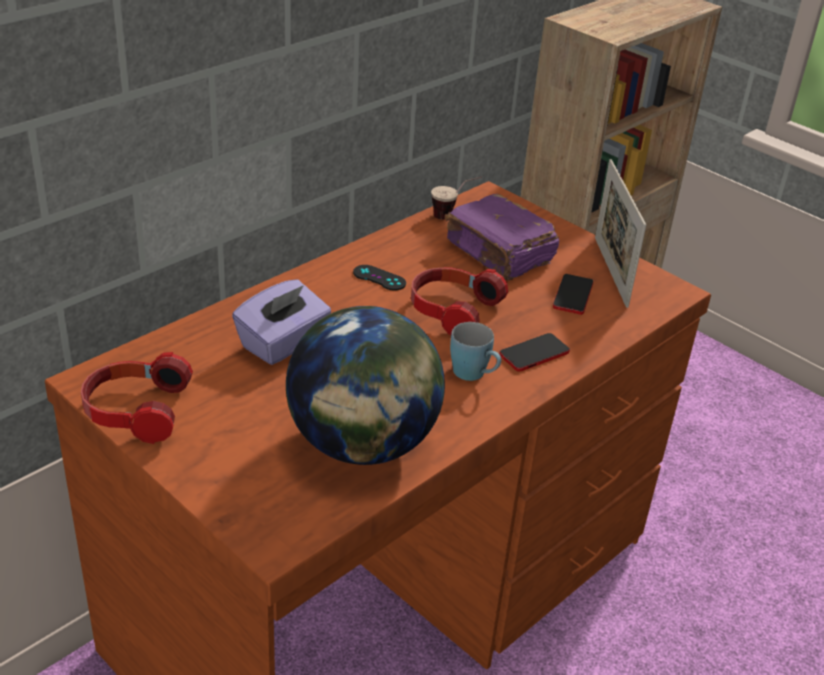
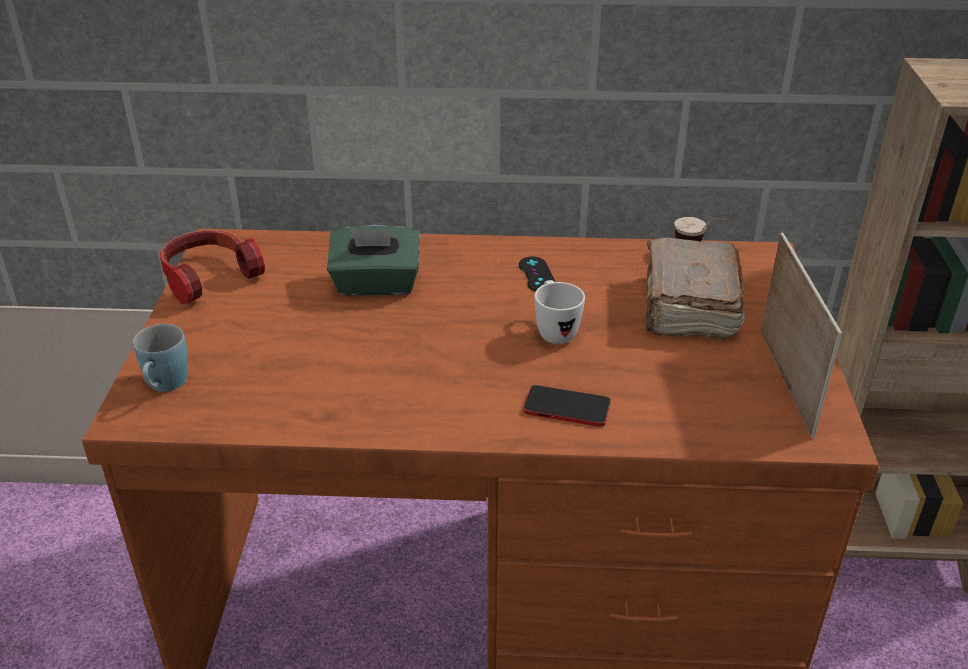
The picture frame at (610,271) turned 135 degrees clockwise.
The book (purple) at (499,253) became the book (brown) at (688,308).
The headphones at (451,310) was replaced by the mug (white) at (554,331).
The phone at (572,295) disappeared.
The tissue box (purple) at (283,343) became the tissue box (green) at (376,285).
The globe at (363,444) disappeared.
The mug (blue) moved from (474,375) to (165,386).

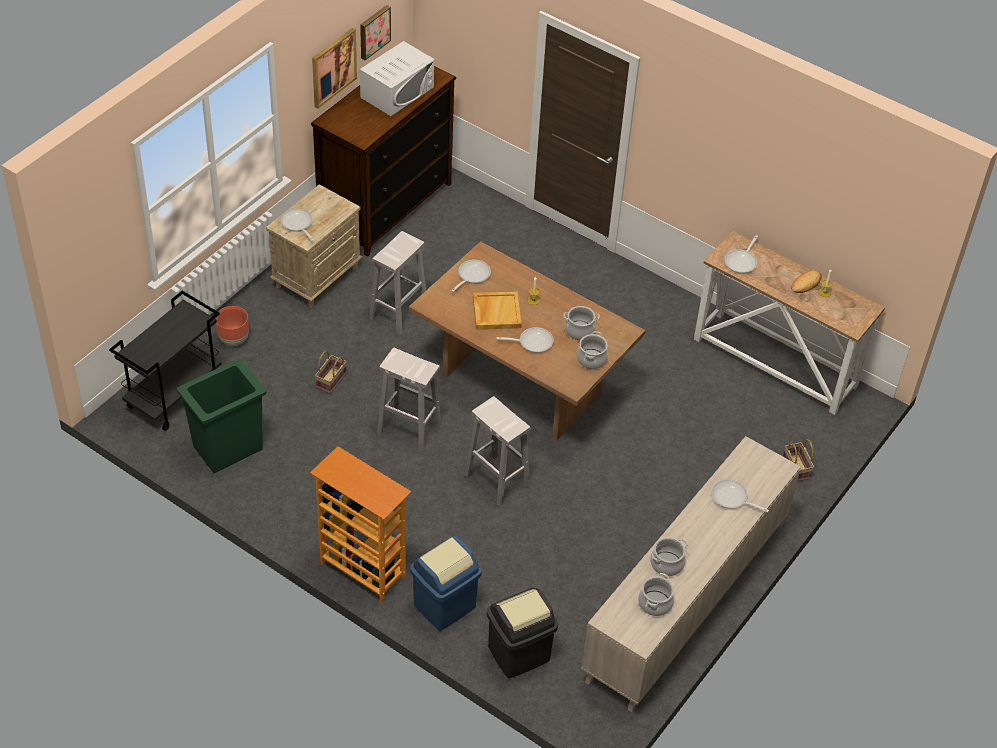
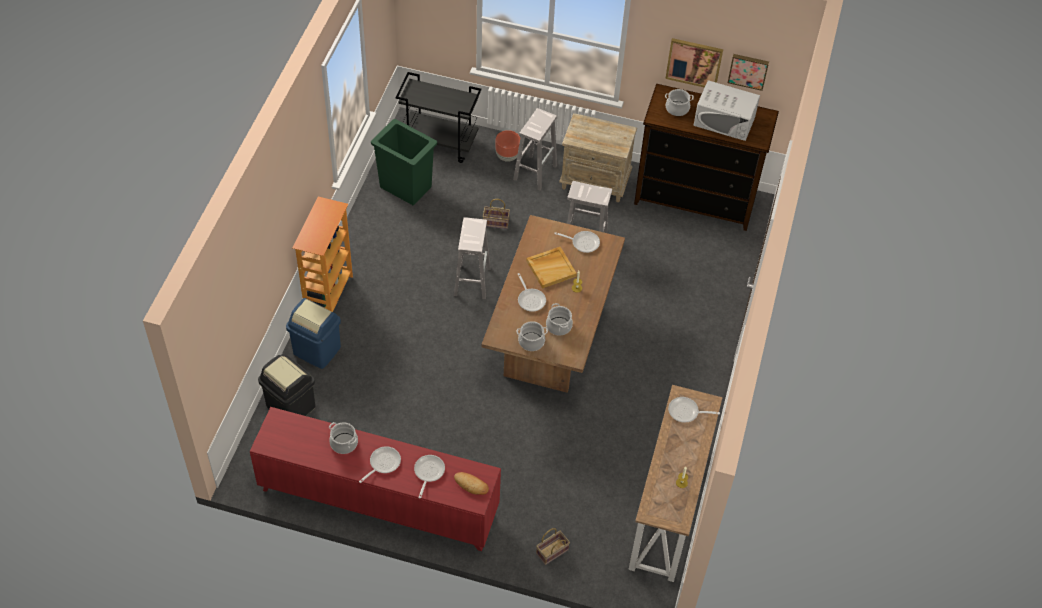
The frying pan moved from (297,224) to (382,463).
The bread moved from (805,284) to (471,485).
The stool (white) moved from (496,480) to (535,172).
The cabinet (beige) at (686,601) became the cabinet (red) at (379,502).
The cooking pot moved from (655,603) to (677,109).

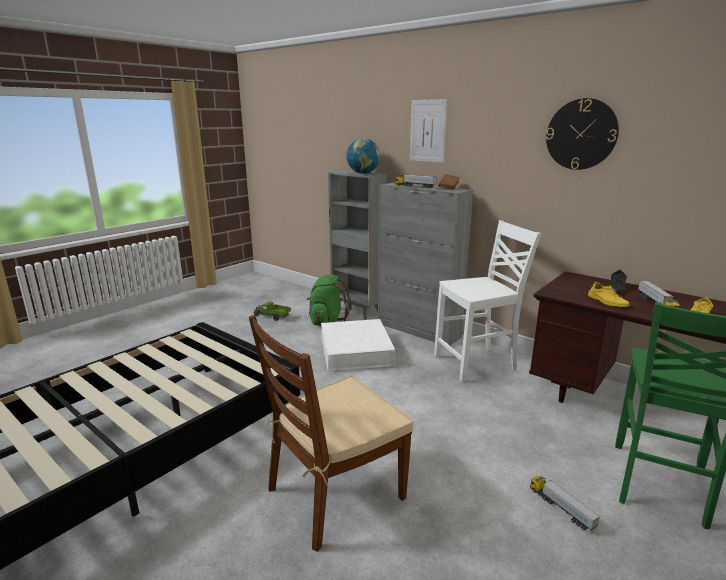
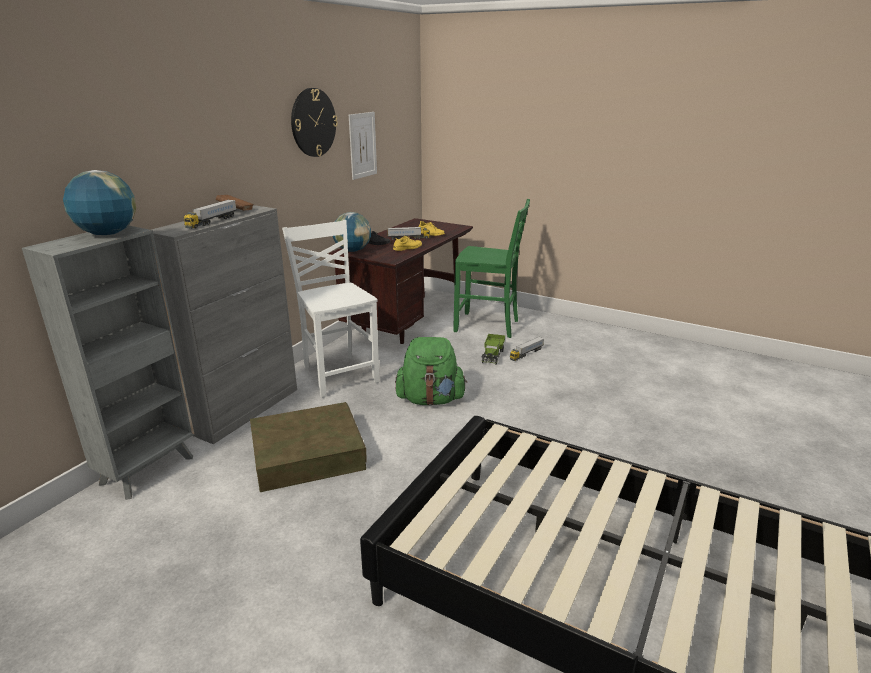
The picture moved from (427,131) to (362,145).
The backpack (green) moved from (327,322) to (430,399).
The toy truck moved from (272,316) to (493,355).
The chair (brown) at (334,494) disappeared.
The storage box (white) at (356,351) became the storage box (brown) at (307,454).
The globe at (352,250) appeared.

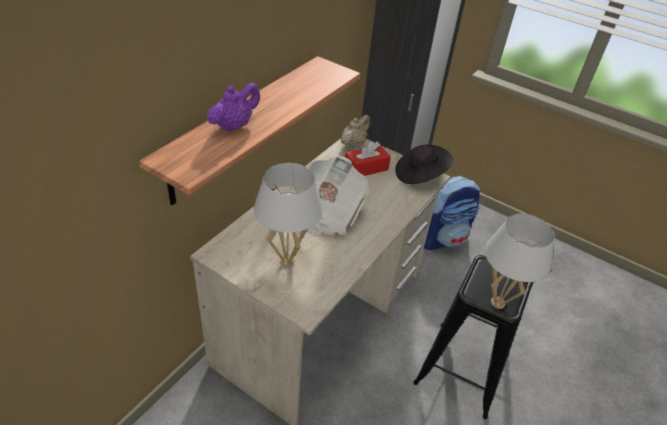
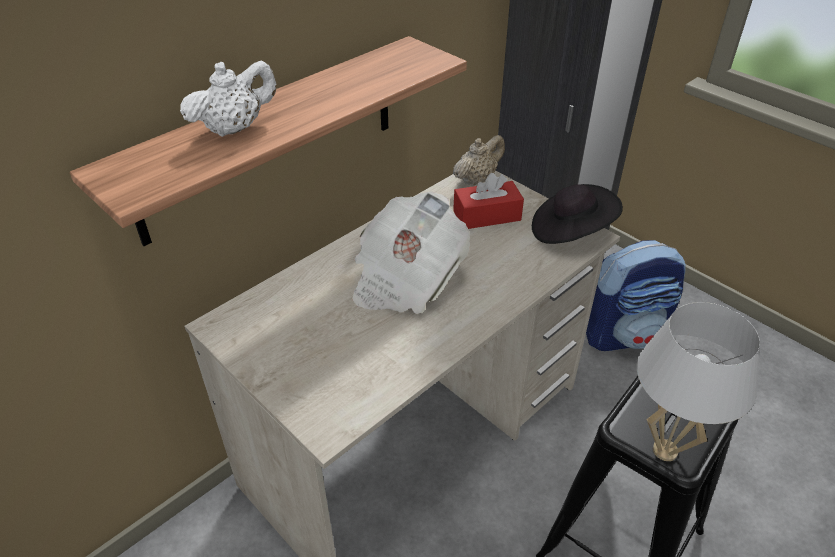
The teapot (purple) at (234,125) became the teapot (white) at (235,128).
The table lamp (white) at (287,260) disappeared.

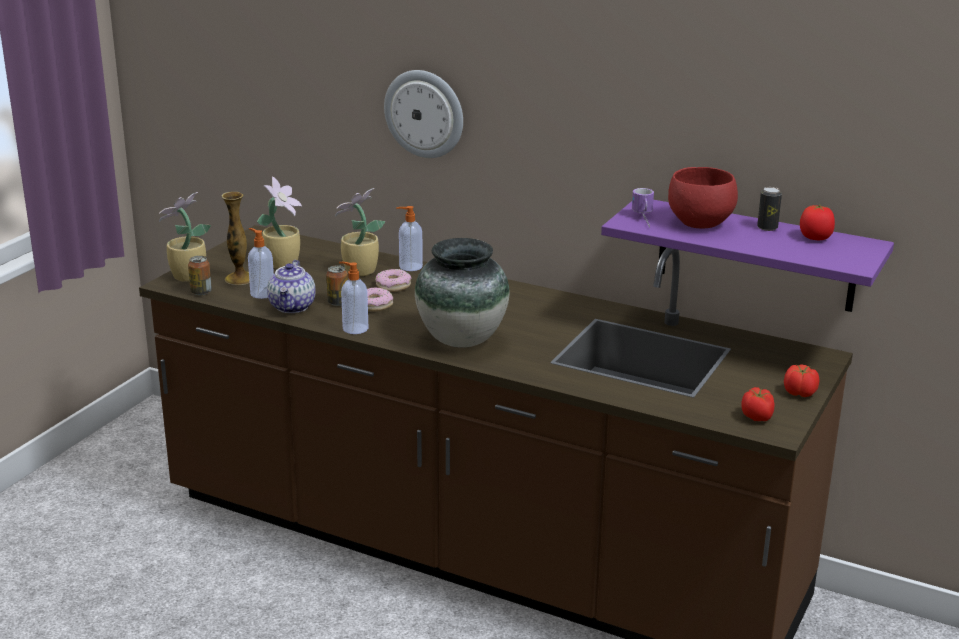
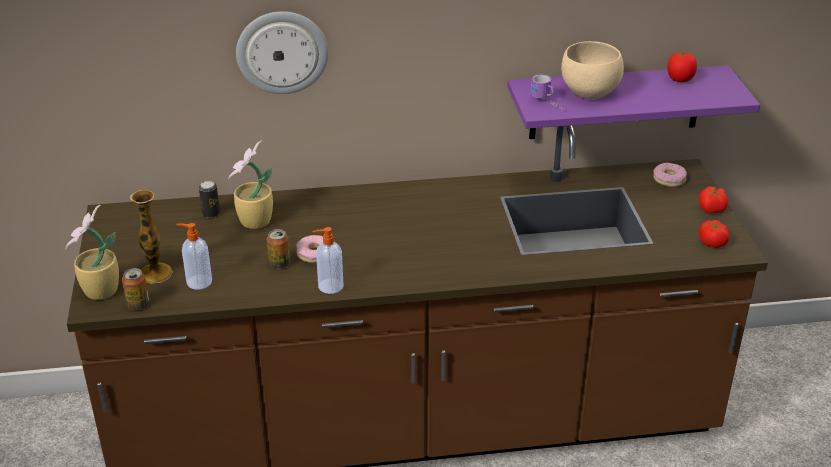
The bowl (red) at (698,224) became the bowl (beige) at (589,93).
The potted plant at (284,263) disappeared.
The can moved from (767,227) to (211,213).
The soap dispenser at (409,267) disappeared.
The vase at (462,339) disappeared.
The teapot at (293,307) disappeared.
The donut moved from (393,286) to (669,179).

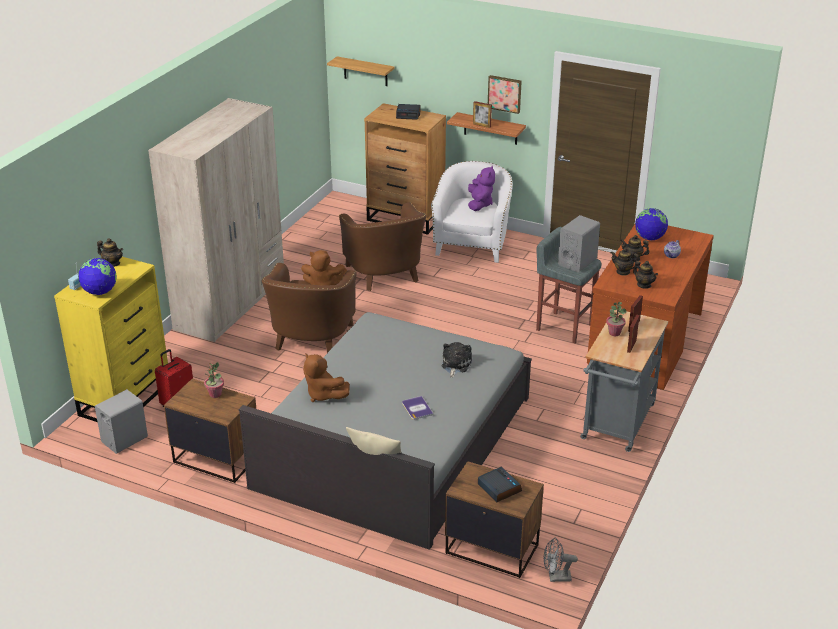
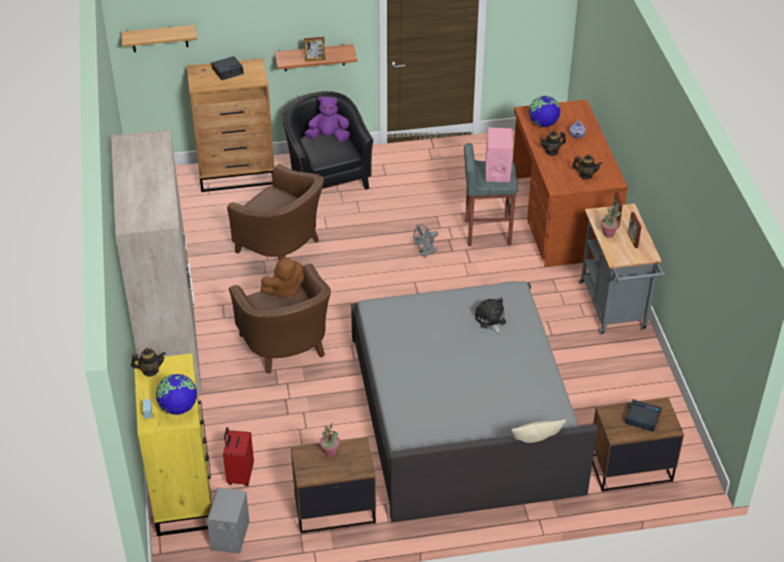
The picture at (505,93) disappeared.
The armchair (white) at (472,244) became the armchair (black) at (327,178).
The plush toy (purple) at (479,204) turned 60 degrees counterclockwise.
The speaker (grey) at (577,262) became the speaker (pink) at (497,171).
The teapot at (623,272) disappeared.
The plush toy (brown) at (323,395) disappeared.
The book at (417,408) disappeared.
The fan (grey) moved from (556,577) to (425,253).

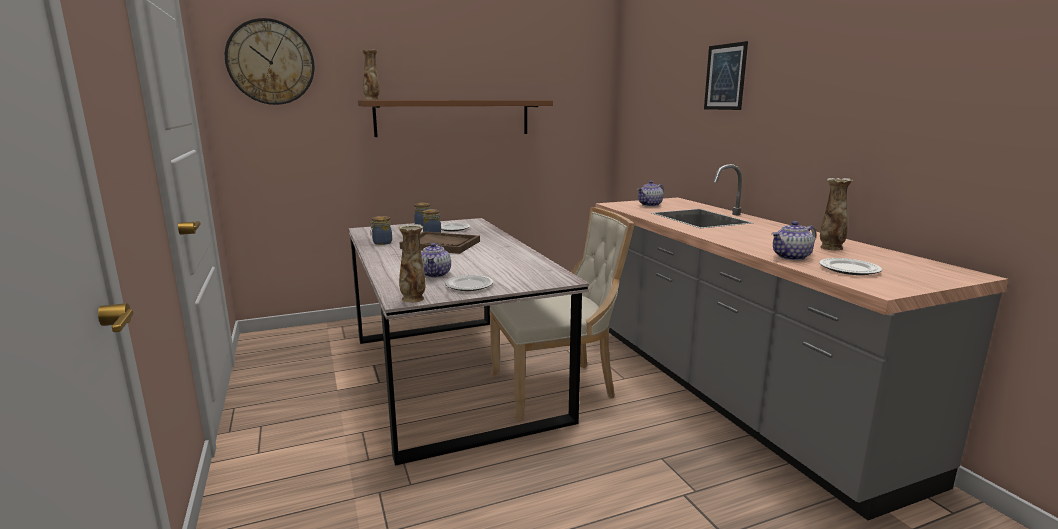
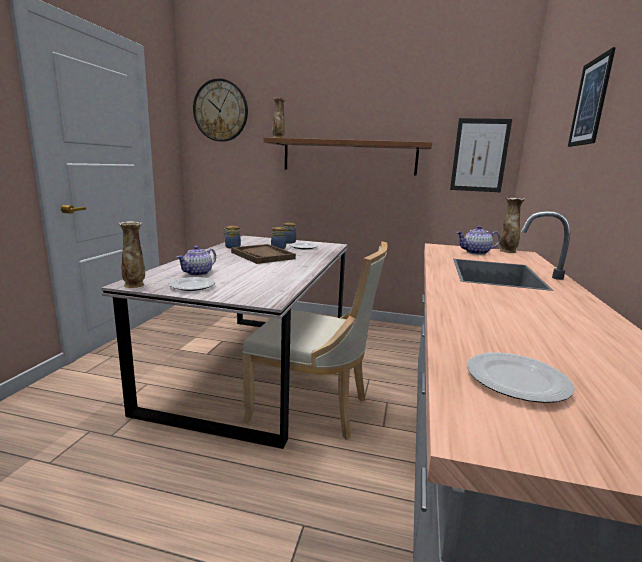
The vase moved from (830,248) to (507,251).
The teapot at (791,257) disappeared.
The picture at (479,155) appeared.

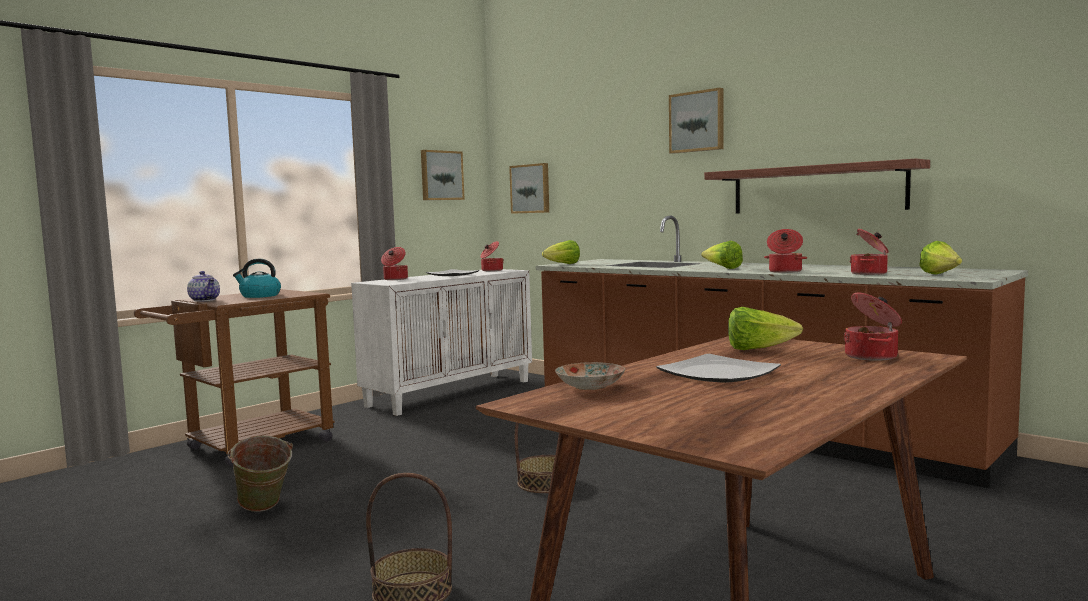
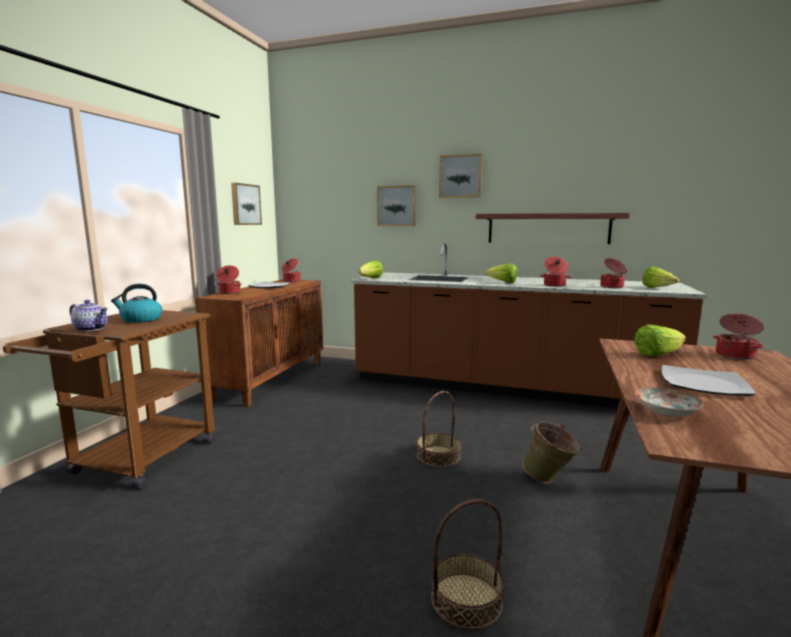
The picture moved from (531,188) to (397,206).
The cabinet (white) at (450,393) became the cabinet (brown) at (271,379).
The bucket (green) moved from (263,510) to (549,480).

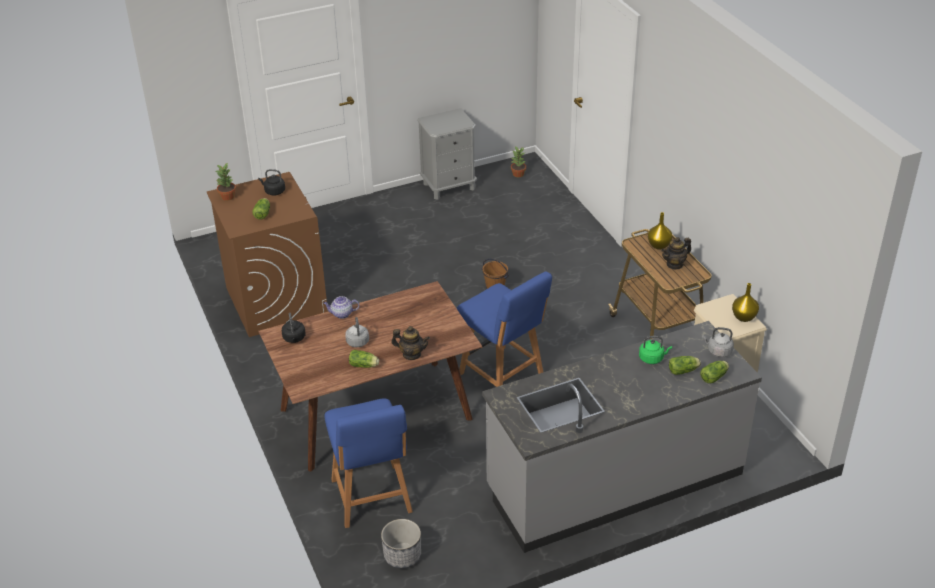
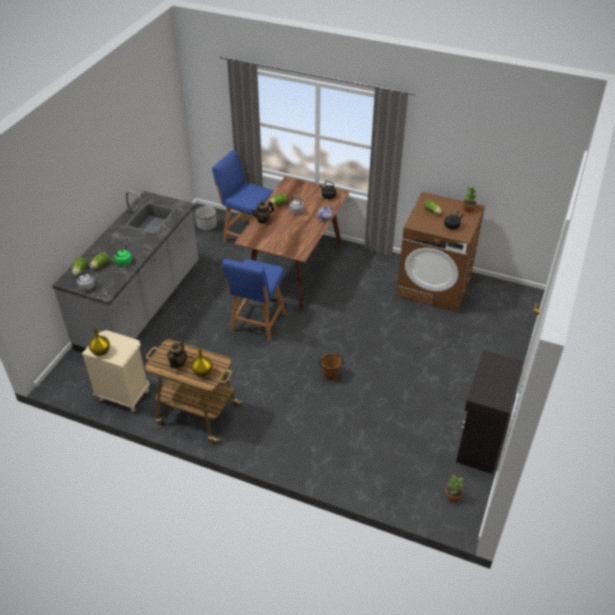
The nightstand (grey) at (449,186) was replaced by the cabinet (black) at (480,442).
The chair (blue) at (503,376) turned 75 degrees counterclockwise.

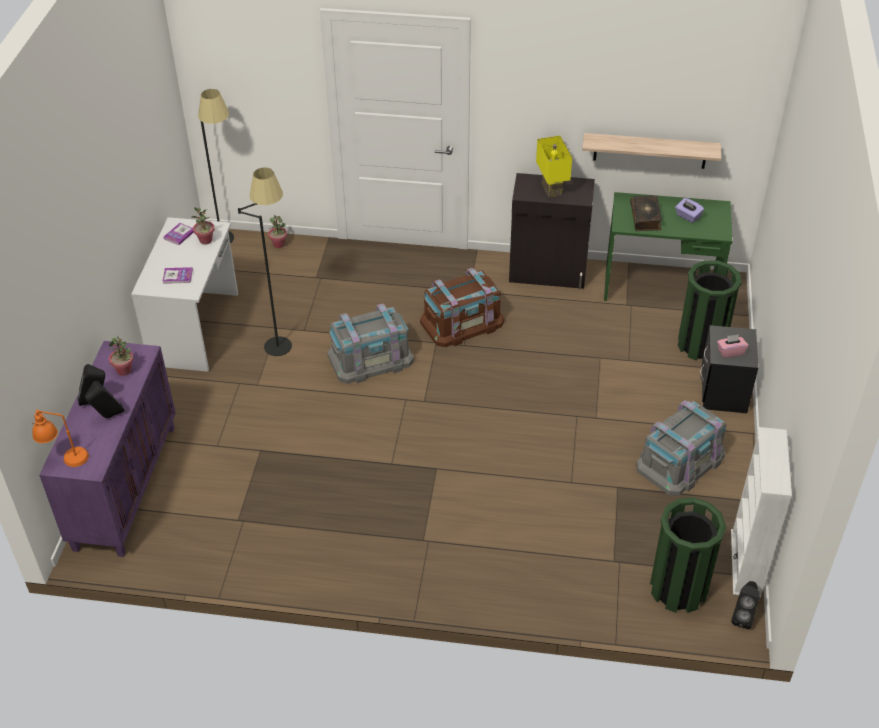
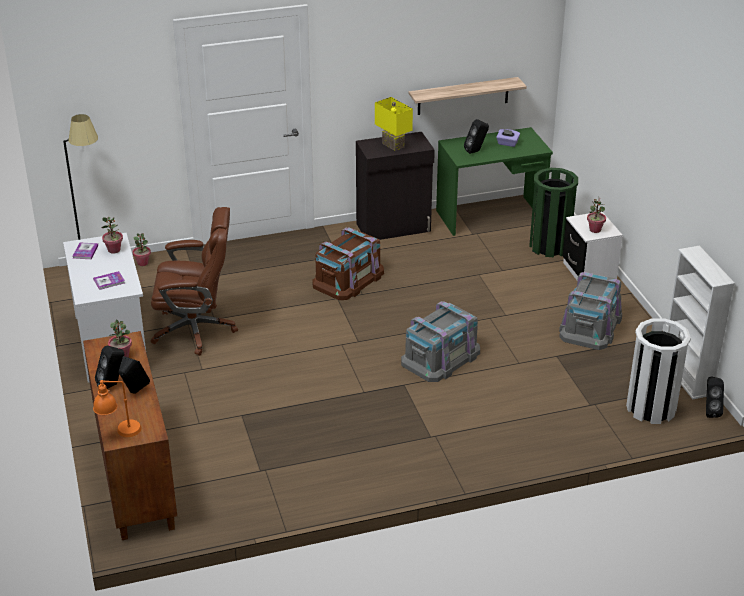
The floor lamp (black) at (280,337) was replaced by the office chair (brown) at (196,329).
The book at (646,218) was replaced by the speaker (black) at (476,151).
The storage box (grey) moved from (370,358) to (441,357).
The nightstand (black) at (723,391) became the nightstand (white) at (589,272).
The tissue box (pink) at (730,352) was replaced by the potted plant at (595,230).
The cabinet (purple) at (125,486) became the cabinet (brown) at (135,477).
The trash can (green) at (678,589) became the trash can (white) at (651,408).

